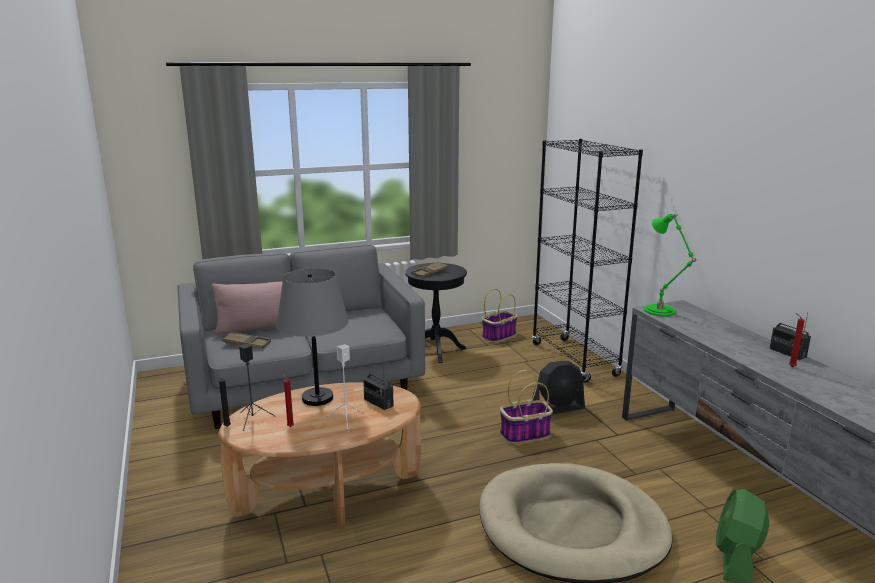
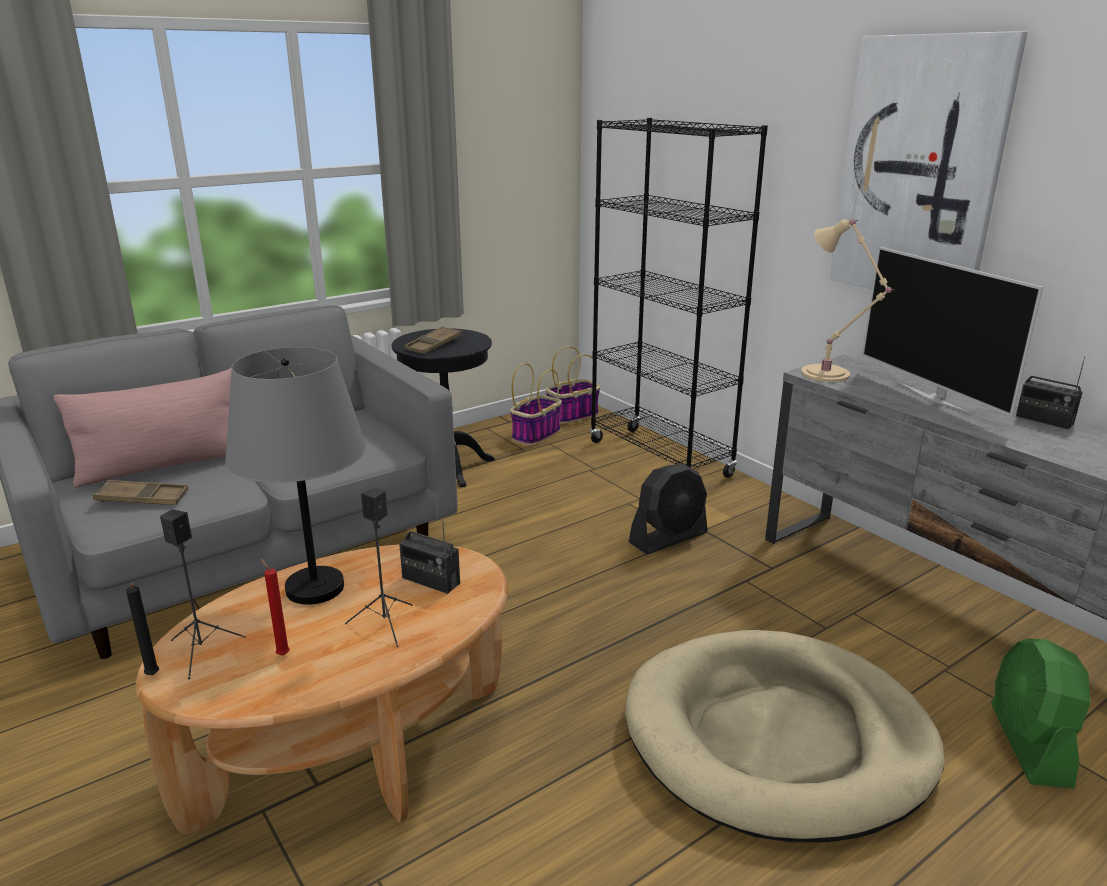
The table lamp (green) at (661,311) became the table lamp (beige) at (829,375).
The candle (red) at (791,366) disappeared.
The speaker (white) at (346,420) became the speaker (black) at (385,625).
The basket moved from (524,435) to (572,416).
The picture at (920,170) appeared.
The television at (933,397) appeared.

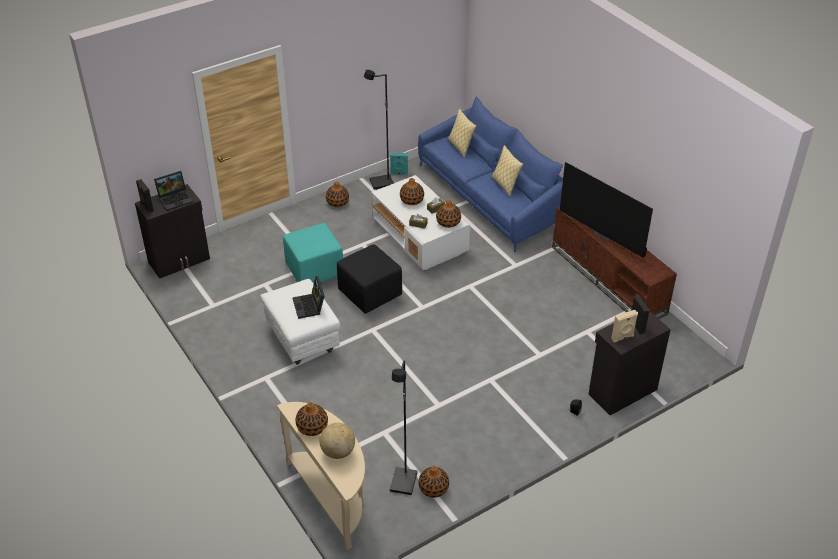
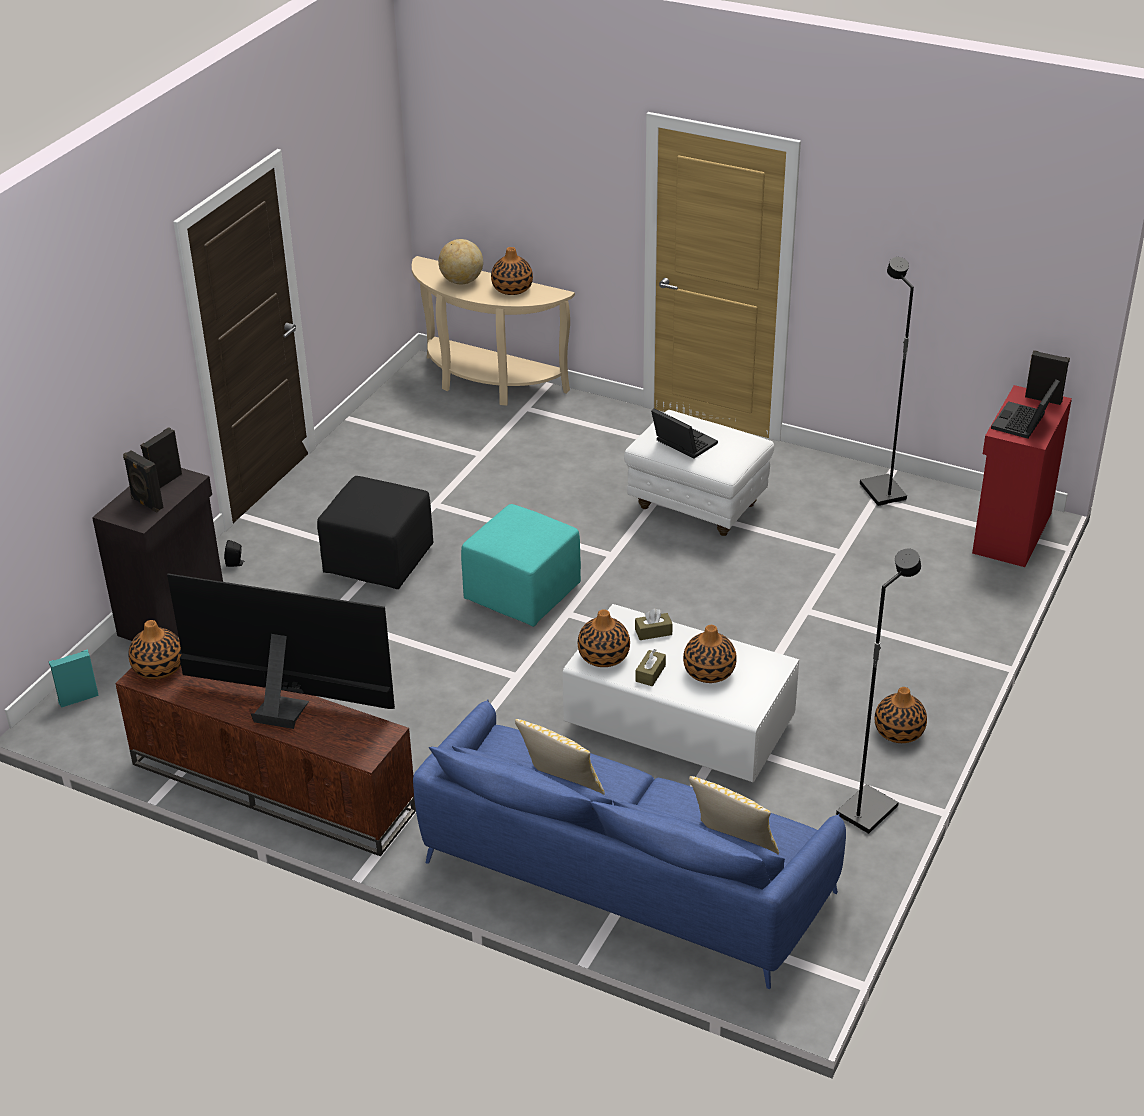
The speaker (turquoise) moved from (399,173) to (78,698).
The cabinet (black) at (180,261) became the cabinet (red) at (1010,533).
The ottoman (turquoise) moved from (314,271) to (522,593).
The ottoman (black) moved from (369,293) to (380,561).
The speaker (beige) at (622,338) became the speaker (black) at (164,481).
The floor lamp (black) moved from (404,482) to (881,492).
The vase moved from (433,488) to (159,668).

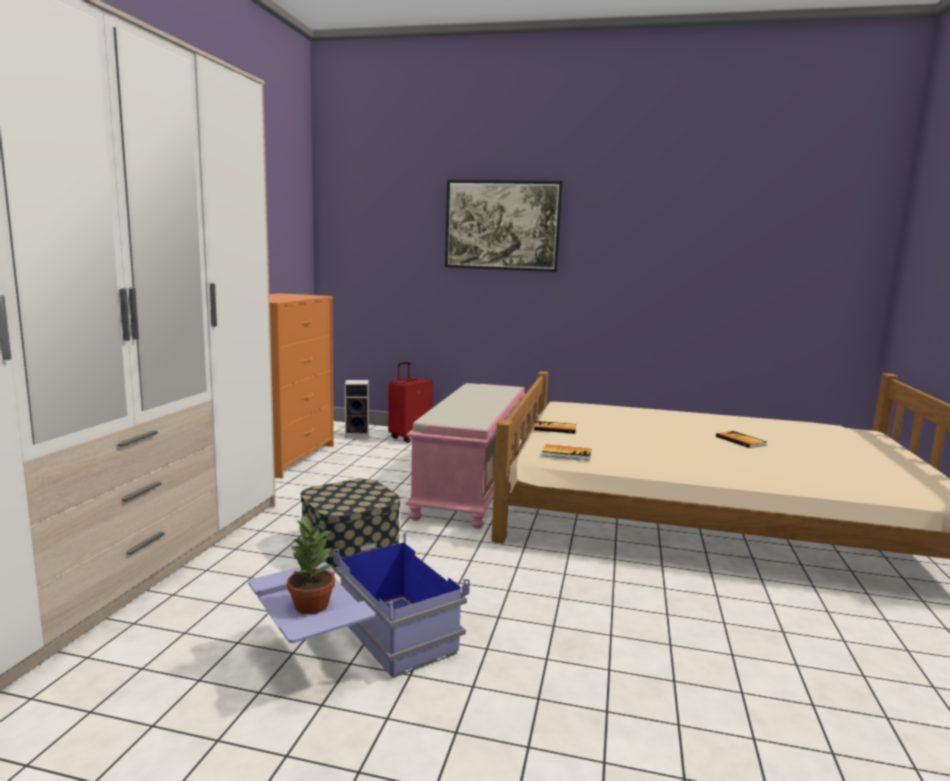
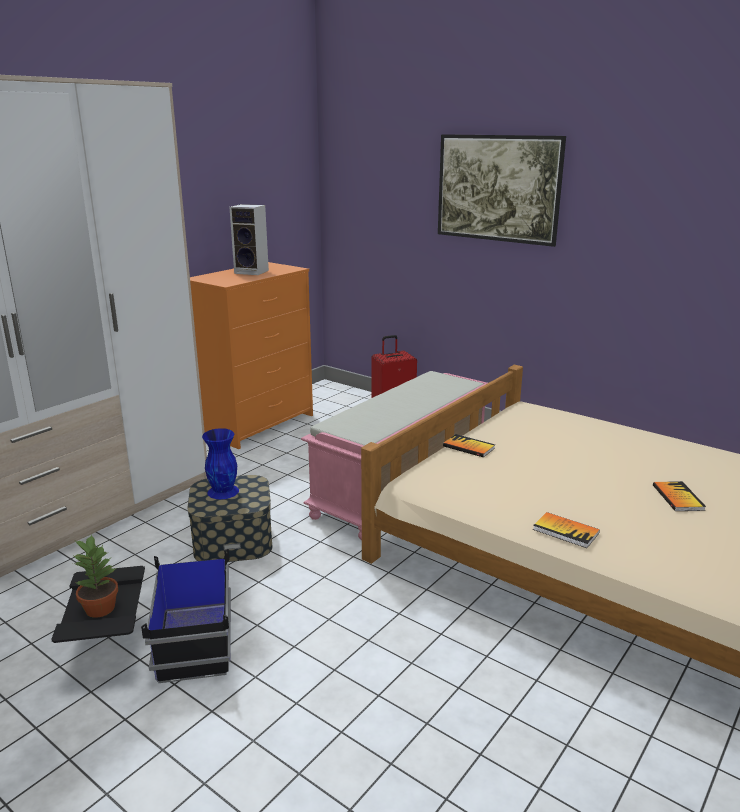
The speaker moved from (358,435) to (253,272).
The book moved from (566,454) to (565,531).
The storage box (blue) at (357,650) became the storage box (black) at (154,648).
The vase (blue) at (223,491) appeared.

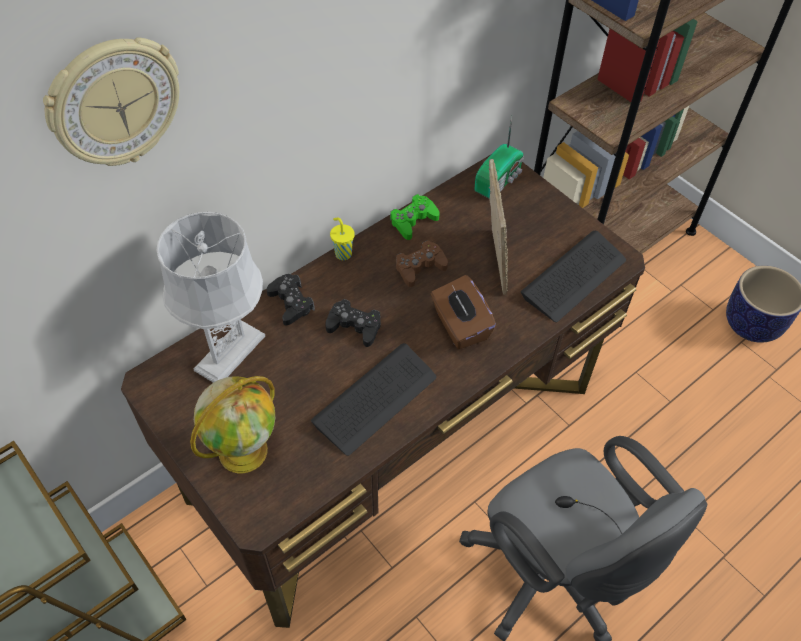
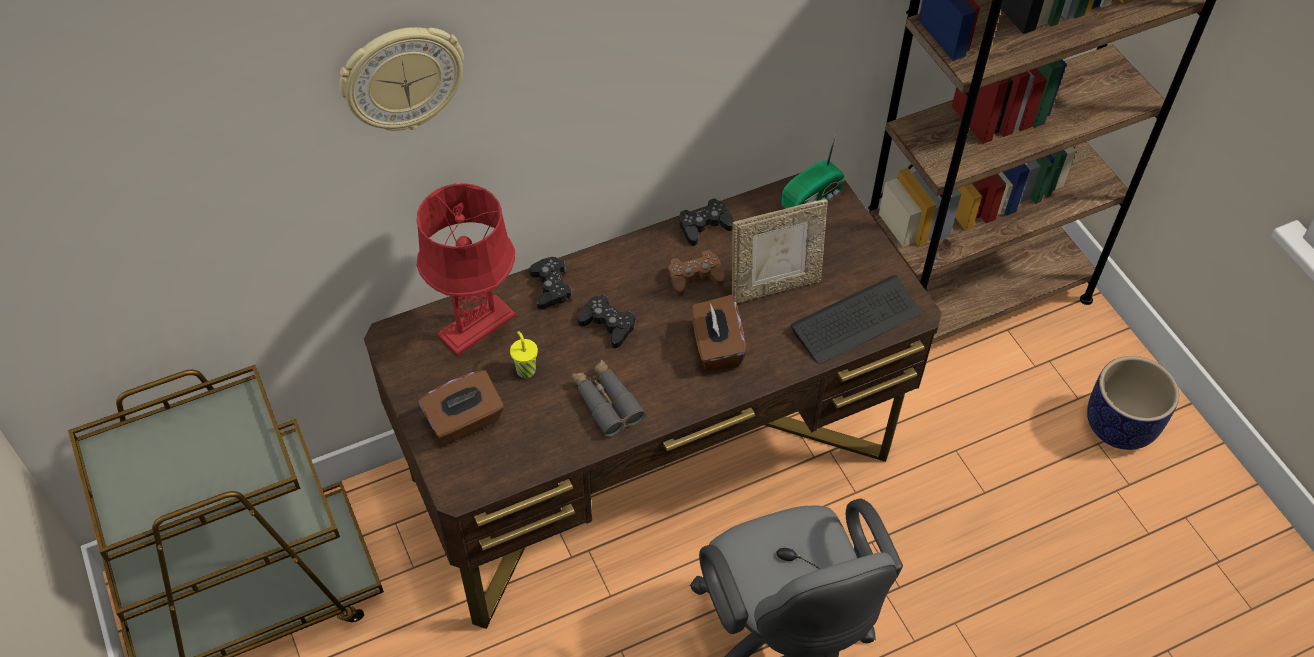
The picture frame at (492,261) turned 60 degrees clockwise.
The game controller (green) at (413,221) became the game controller (black) at (704,226).
The table lamp (grey) at (230,352) became the table lamp (red) at (477,325).
The cup (yellow) moved from (342,253) to (525,369).
The keyboard at (375,400) was replaced by the binoculars (grey) at (606,402).
The globe at (244,449) was replaced by the tissue box (brown) at (465,421).

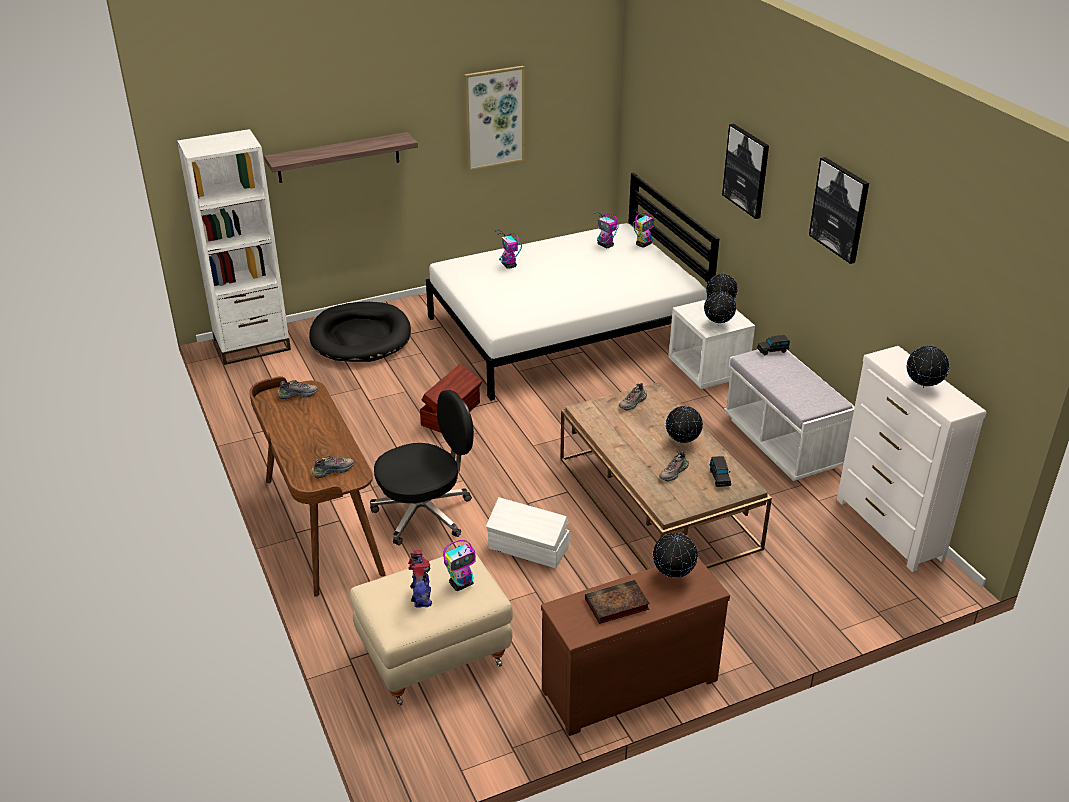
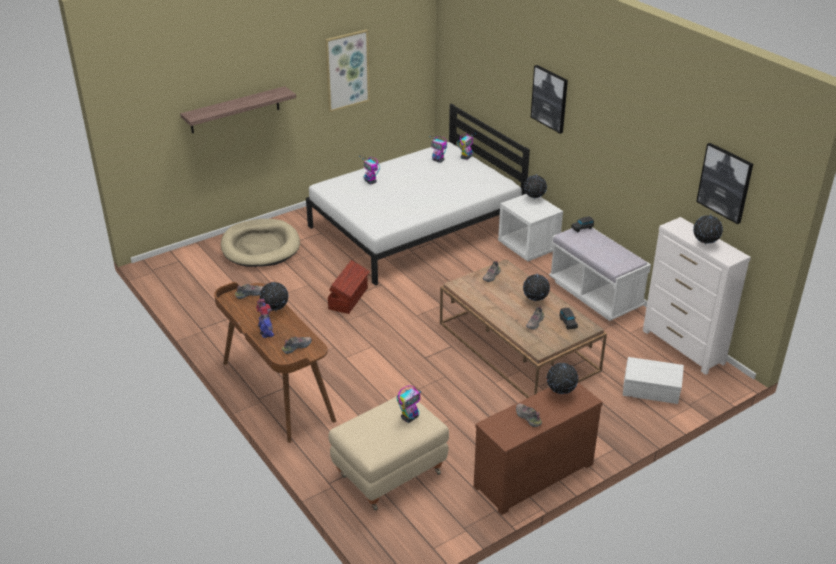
The bookcase (white) at (252,346) disappeared.
The picture moved from (840,209) to (725,182).
The globe moved from (718,324) to (275,311).
The dog bed (black) at (360,337) became the dog bed (beige) at (260,246).
The office chair (black) at (425,513) disappeared.
The storage box (white) moved from (528,549) to (651,392).
The toy robot moved from (421,598) to (266,332).
The book at (615,605) was replaced by the shoe at (527,418).

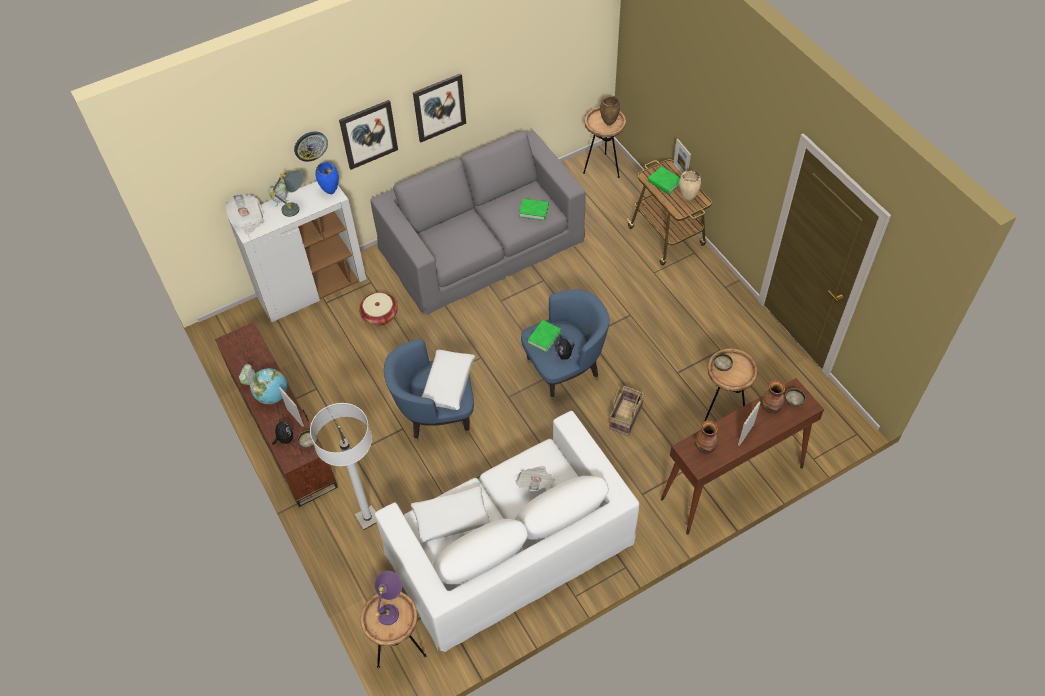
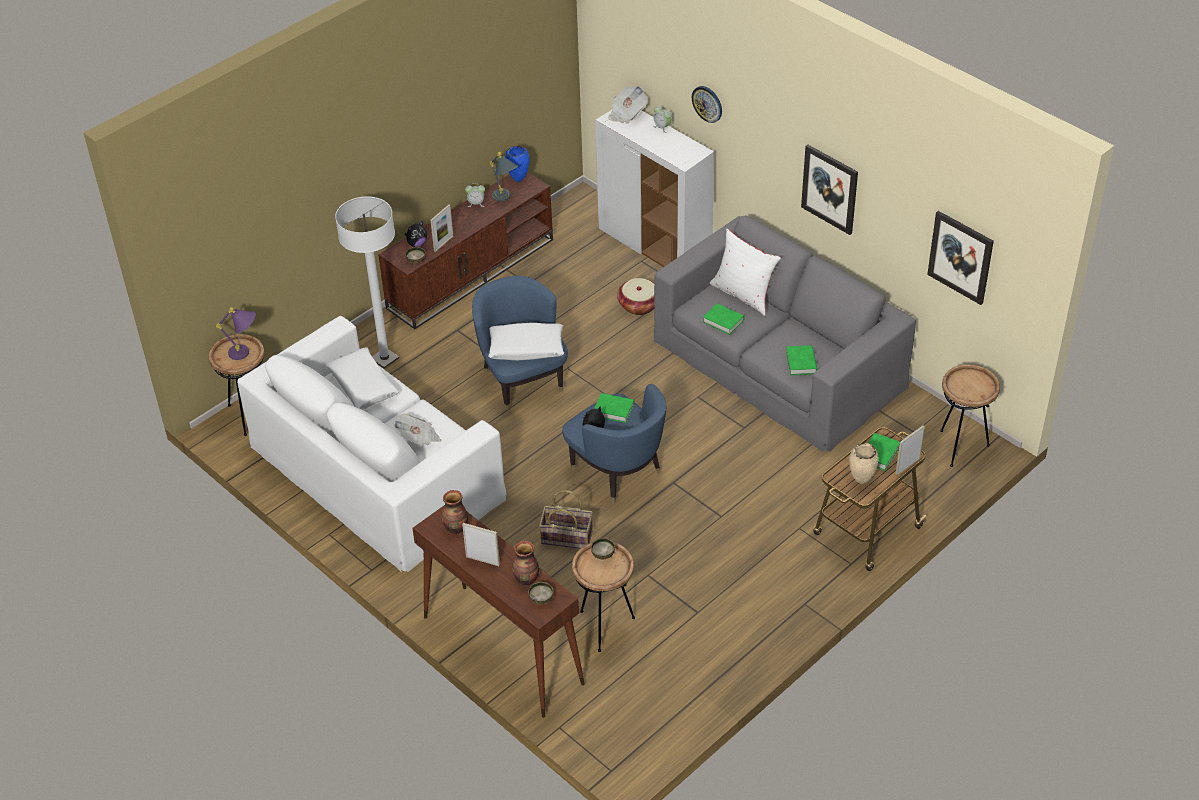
The vase (brown) at (608,124) disappeared.
The picture moved from (368,134) to (960,257).
The vase (blue) moved from (331,192) to (518,180).
The table lamp (grey) moved from (297,208) to (505,199).
The globe at (272,396) disappeared.
The pillow (white) at (743,294) appeared.
The book (green) at (723,321) appeared.

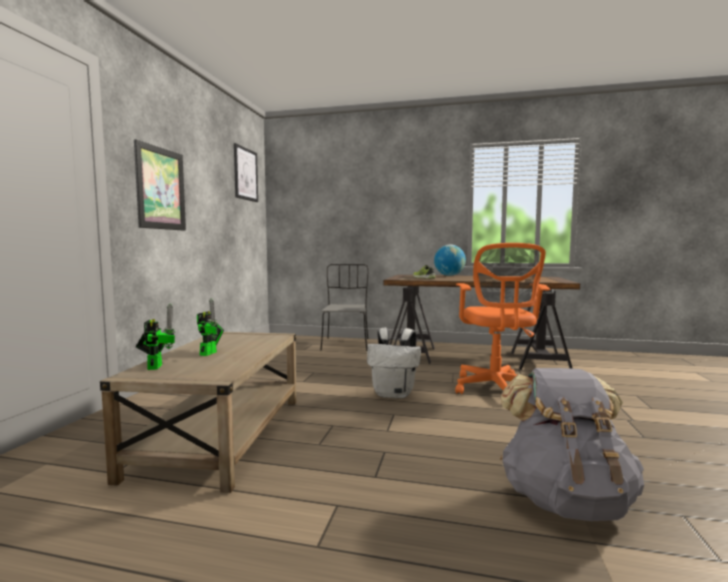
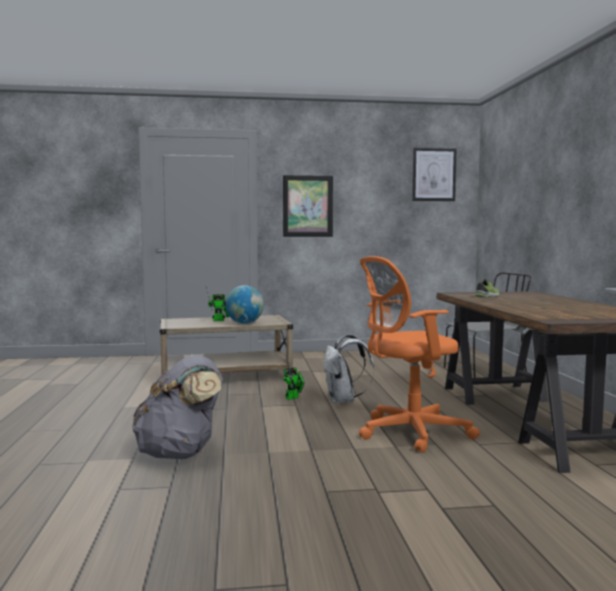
The globe moved from (449,275) to (244,323).
The toy robot moved from (155,366) to (293,397).

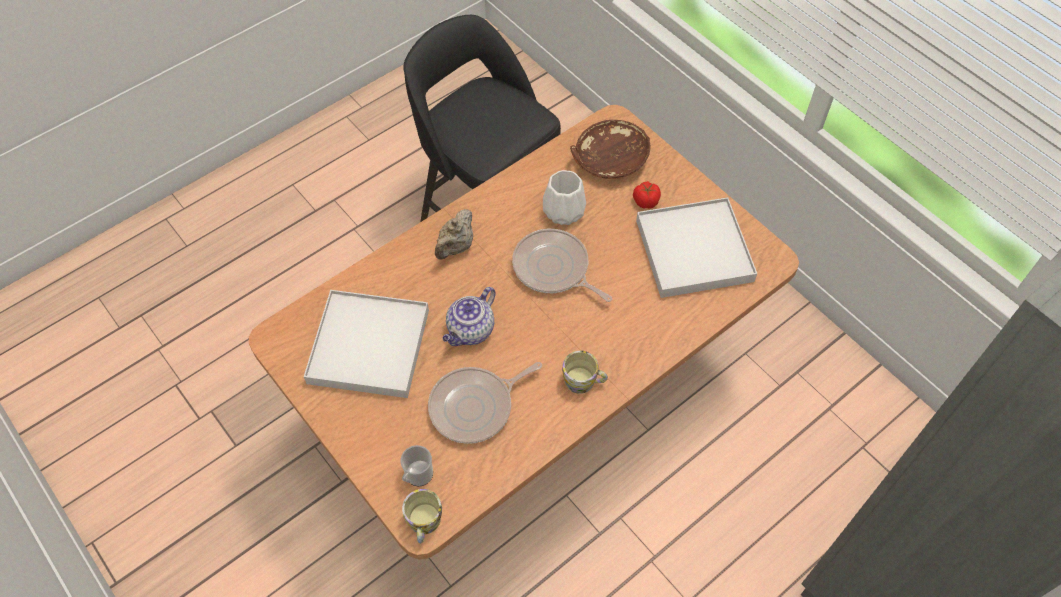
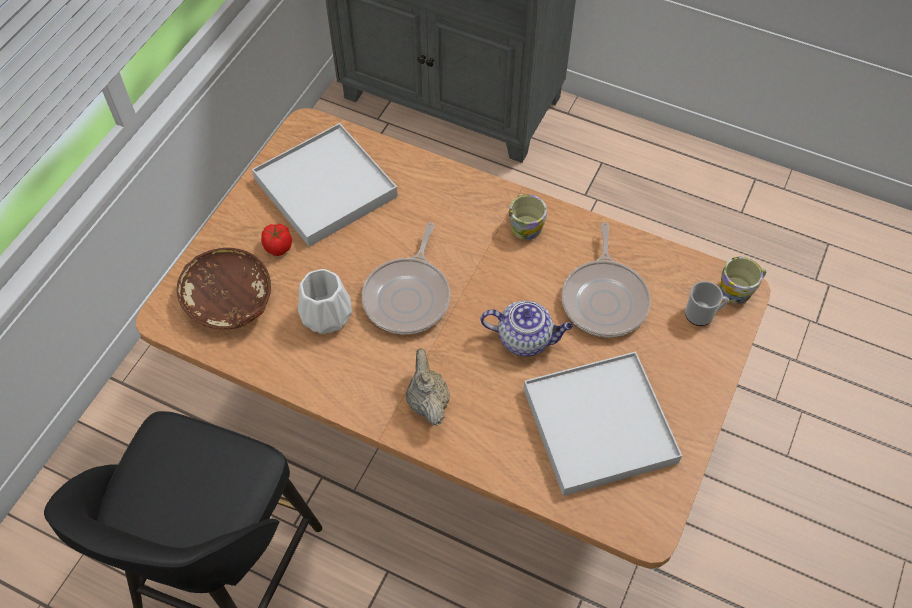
The teapot (beige) at (455,247) turned 105 degrees counterclockwise.
The frying pan at (475,407) turned 60 degrees clockwise.

